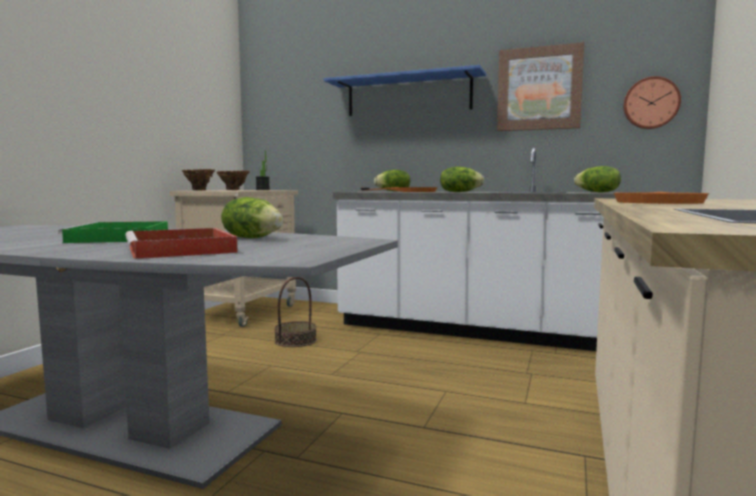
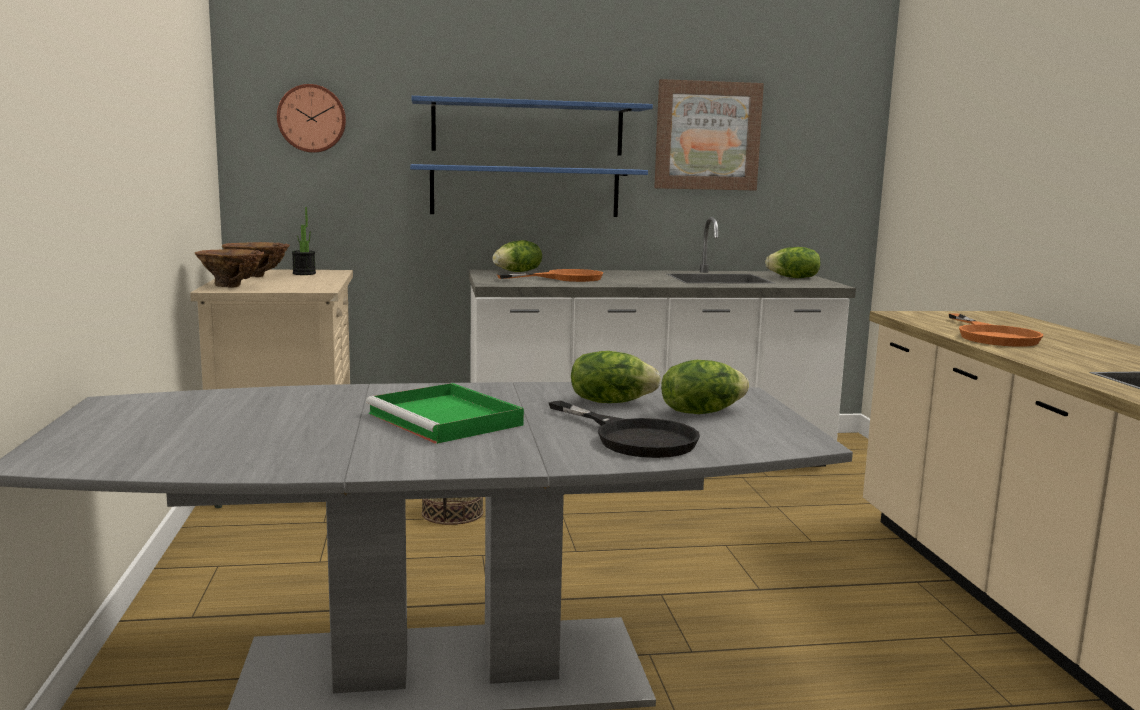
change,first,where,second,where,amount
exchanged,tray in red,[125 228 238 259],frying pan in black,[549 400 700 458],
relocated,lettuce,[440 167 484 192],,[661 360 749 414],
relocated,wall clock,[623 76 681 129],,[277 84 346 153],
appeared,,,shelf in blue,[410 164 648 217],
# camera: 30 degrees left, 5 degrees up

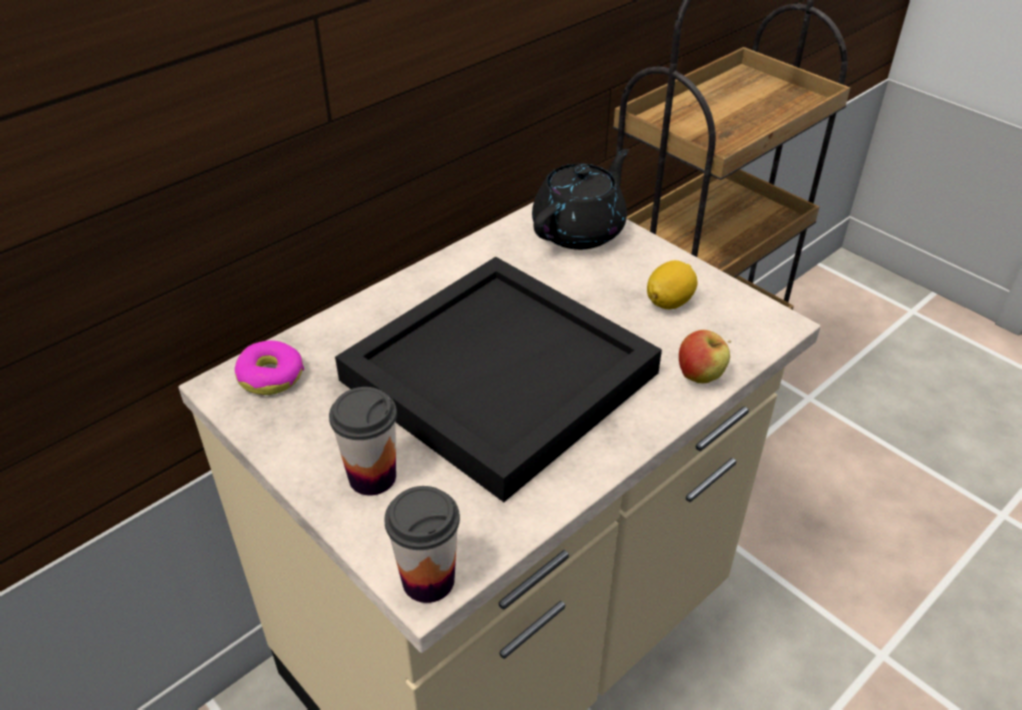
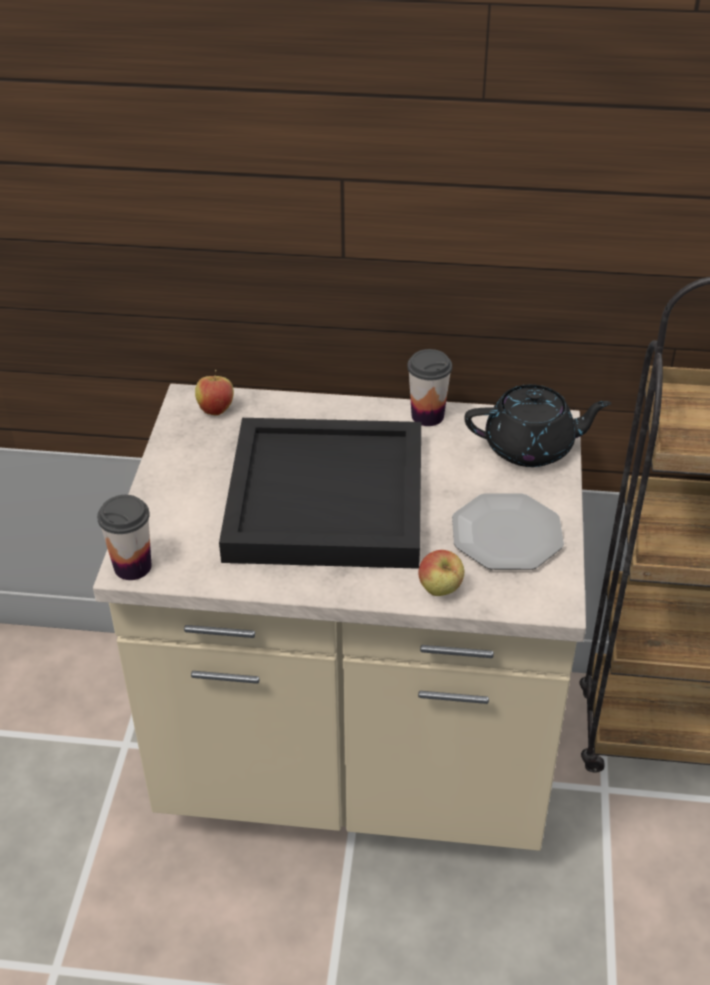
change,first,where,second,where,amount
exchanged,donut,[235 340 304 395],apple,[195 370 234 416],
relocated,cup,[329 387 397 496],,[407 349 452 426],
exchanged,lemon,[647 260 697 309],plate,[452 493 564 570],
# camera: 50 degrees right, 0 degrees up

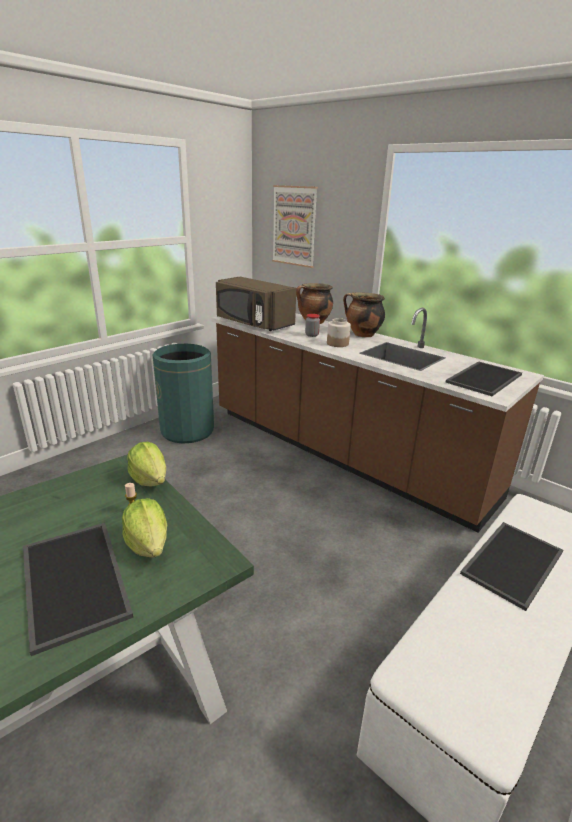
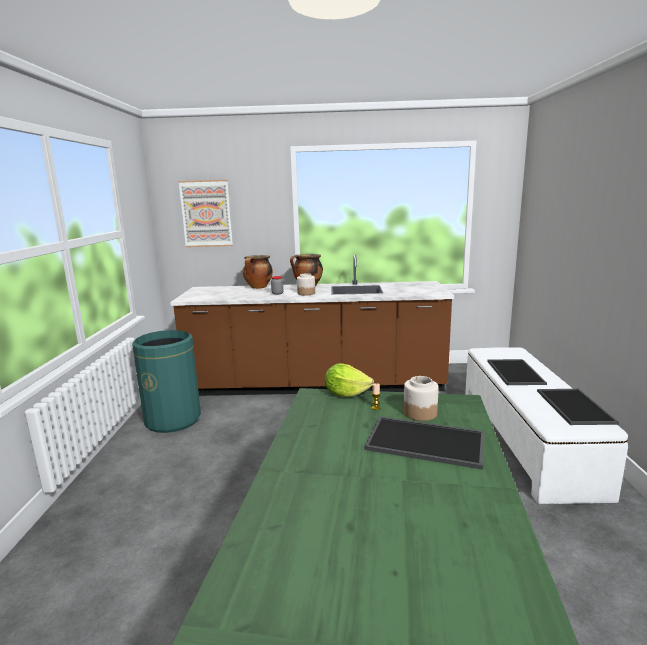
change,first,where,second,where,amount
exchanged,lettuce,[122 498 167 557],jar,[404 376 439 421],
missing,microwave in brown,[216 277 296 331],,,
relocated,tray,[445 361 522 396],,[537 389 619 425],
# camera: 40 degrees left, 10 degrees down

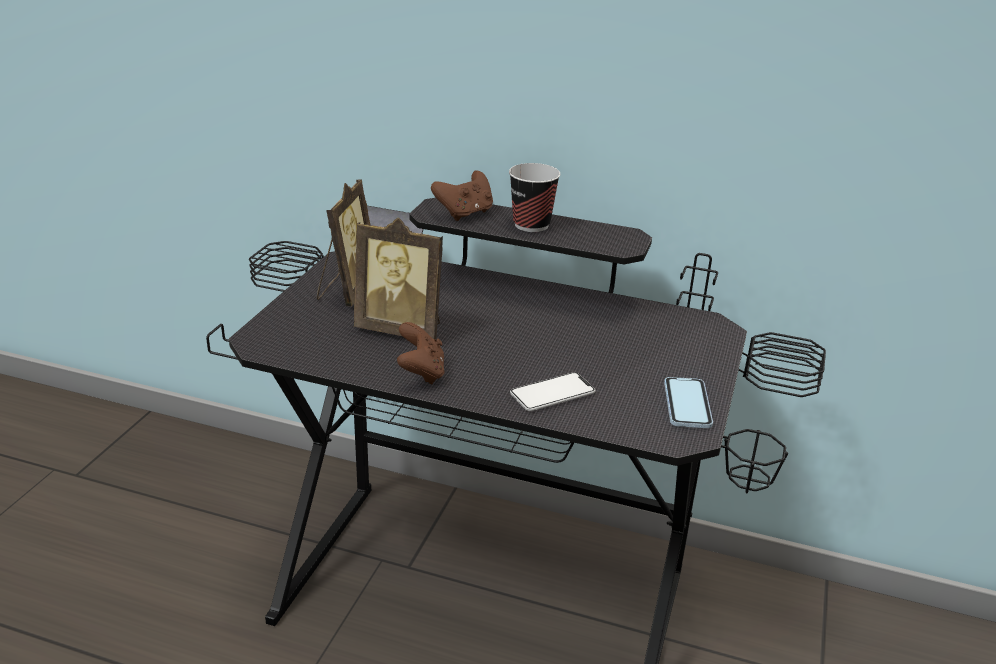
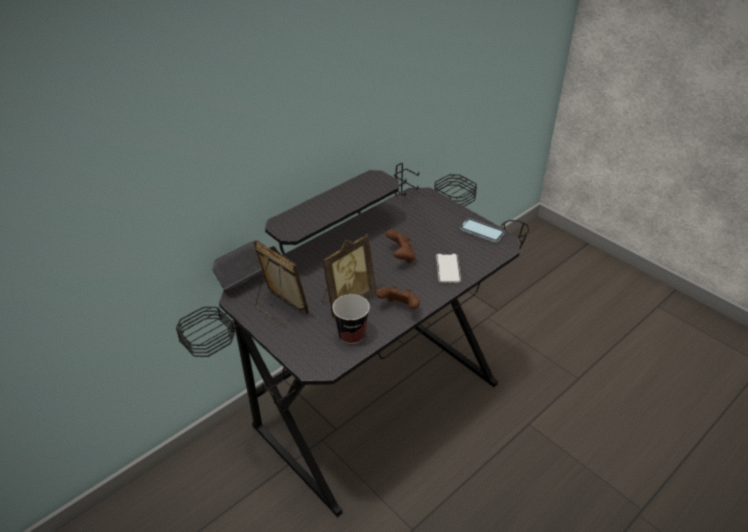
change,first,where,second,where,amount
relocated,game controller in brown,[431 171 493 221],,[386 229 416 263],
relocated,cup,[509 163 560 232],,[333 294 370 344],
# camera: 60 degrees left, 10 degrees up

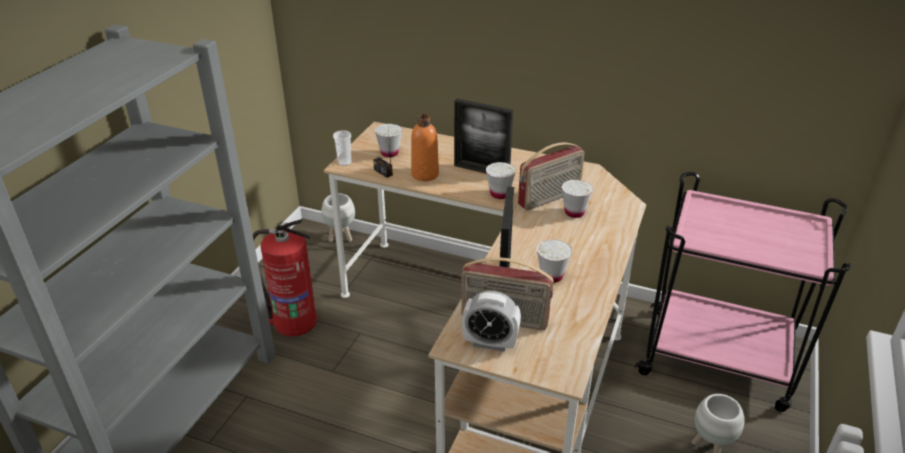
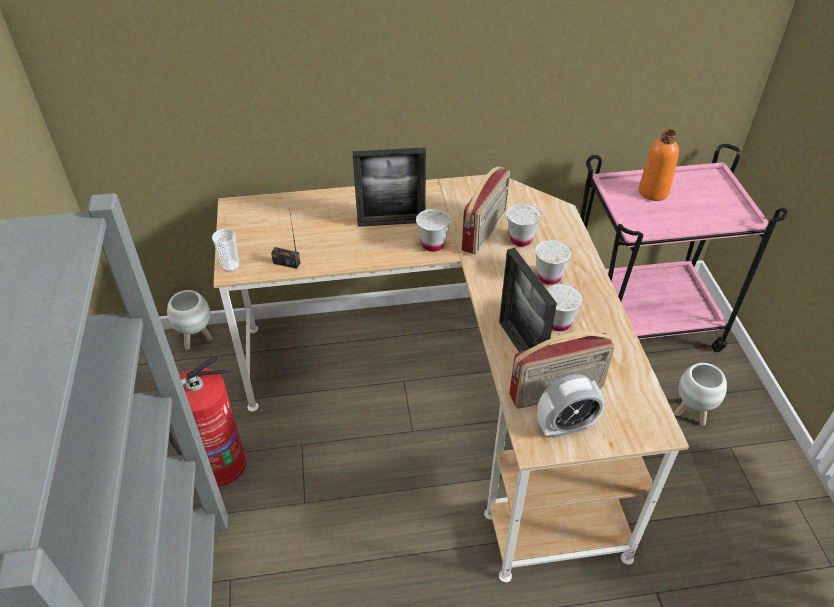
change,first,where,second,where,amount
relocated,cup in white,[375 124 402 157],,[535 240 572 285],
relocated,bottle in orange,[411 114 439 181],,[639 129 679 201],
# camera: 30 degrees left, 10 degrees up

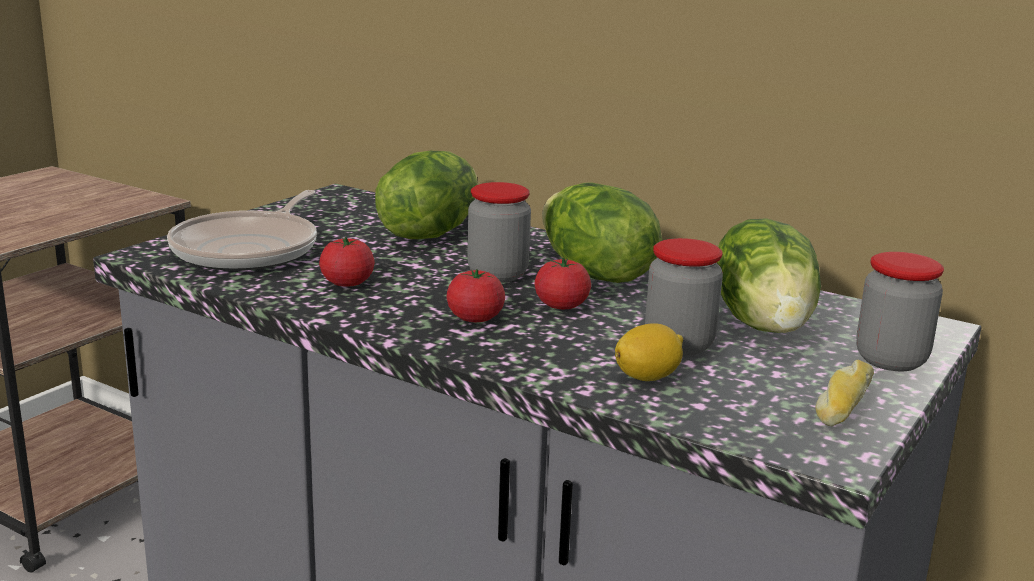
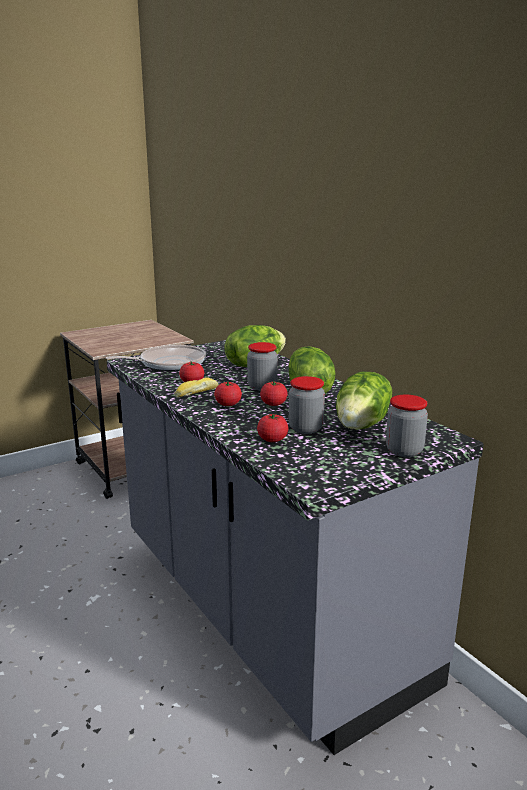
change,first,where,second,where,amount
spun,frying pan,[167 190 317 271],,[106 345 206 371],150 degrees counterclockwise
exchanged,lemon,[615 323 683 381],tomato,[257 414 288 442],
relocated,bread,[816 360 874 426],,[174 377 219 397],
# camera: 25 degrees right, 0 degrees up

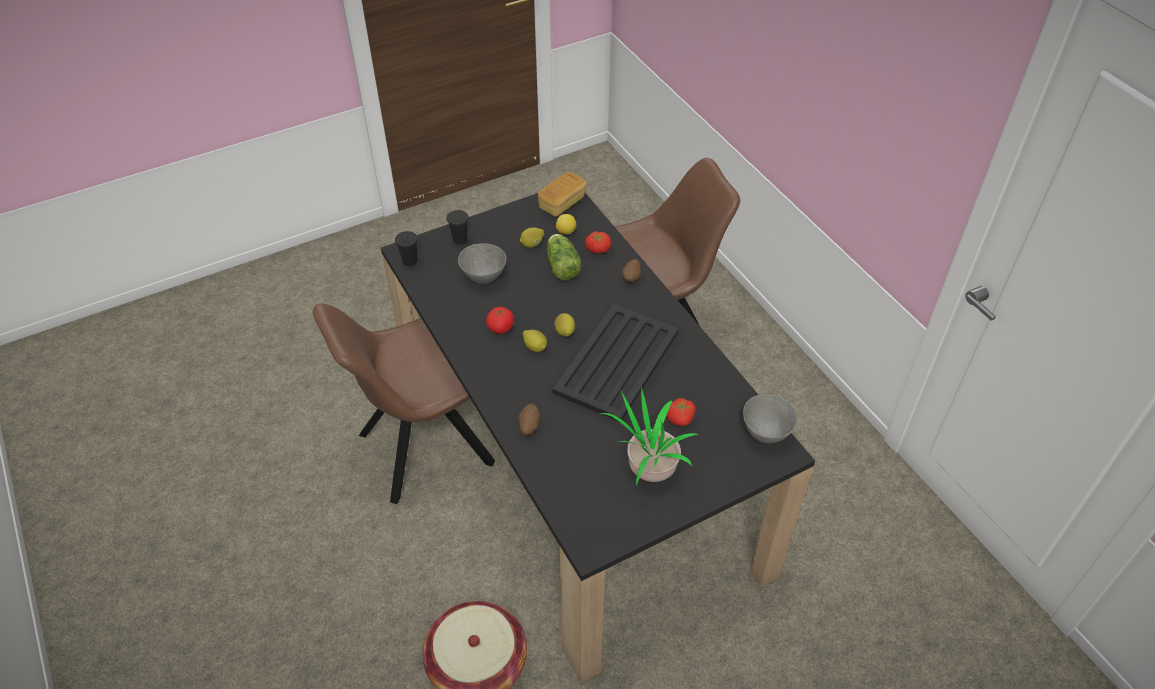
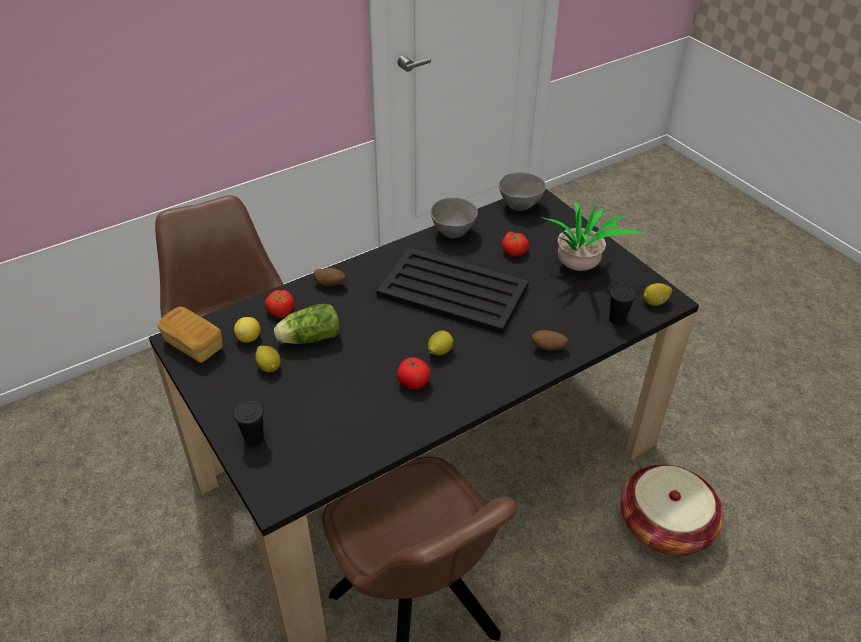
change,first,where,second,where,amount
relocated,cup in black,[395 231 418 266],,[609 285 636 325],
relocated,bowl in grey,[458 243 506 284],,[430 197 478 238],
relocated,lemon,[554 313 575 336],,[643 283 672 306],
# camera: 95 degrees left, 5 degrees down

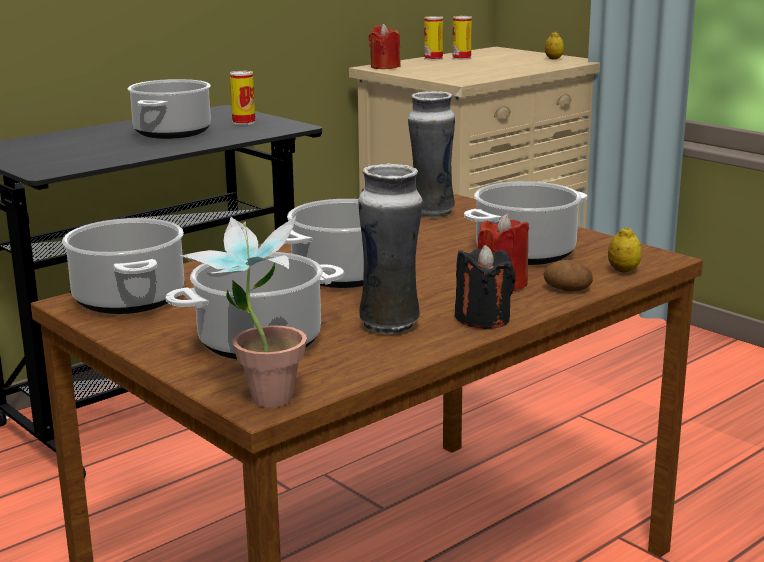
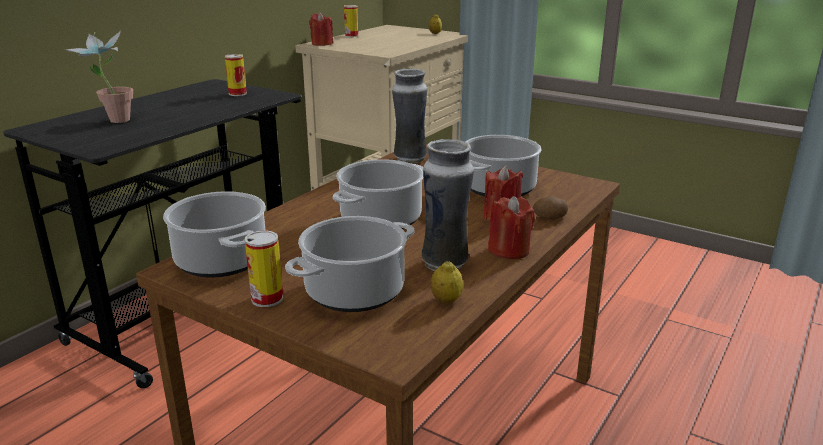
change,first,where,second,where,amount
missing,cooking pot,[128 79 211 139],,,
relocated,potted plant,[180 215 307 408],,[65 30 133 123],
relocated,can,[452 16 472 60],,[244 231 283 307],
colour,candle in black,[455 245 516 329],candle in red,[488 196 535 259],
relocated,lemon,[608 227 641 273],,[431 261 463 303],
# camera: 15 degrees left, 5 degrees up

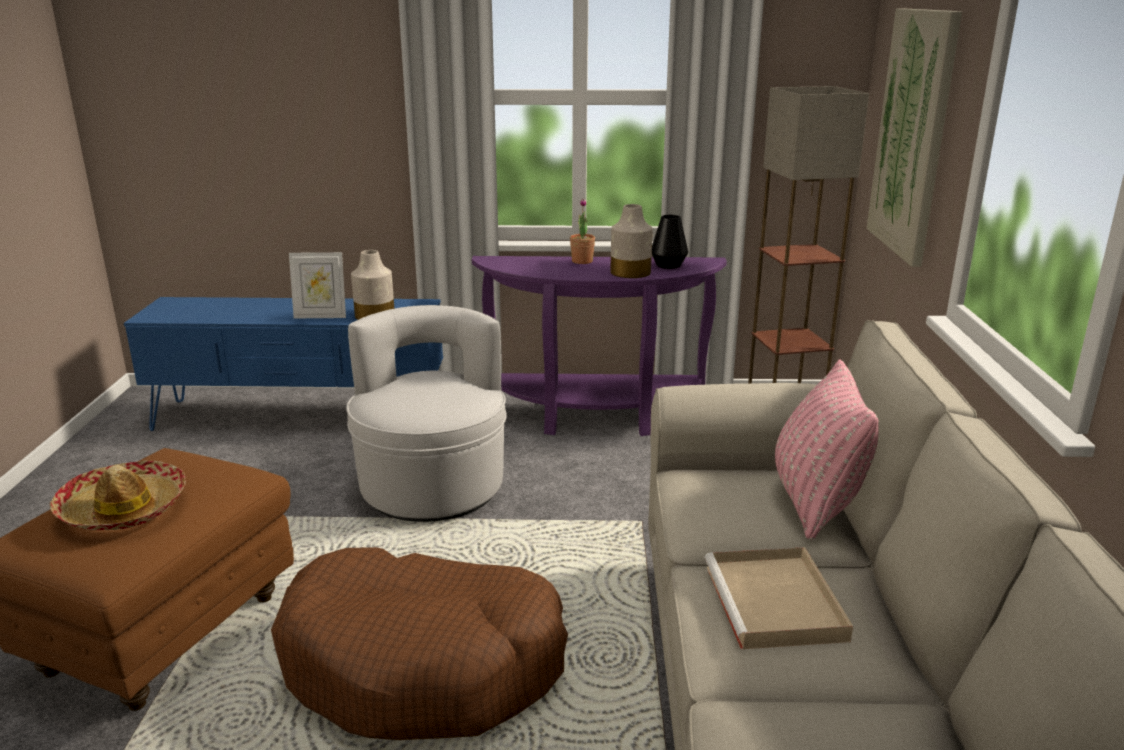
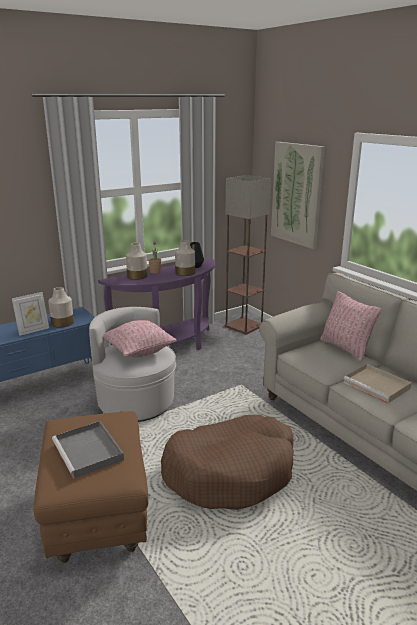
change,first,where,second,where,amount
exchanged,hat,[50 460 186 530],tray in grey,[52 421 124 479],
appeared,,,pillow in pink,[104 320 176 357],
appeared,,,vase in beige,[126 243 148 280],
# camera: 35 degrees left, 0 degrees up

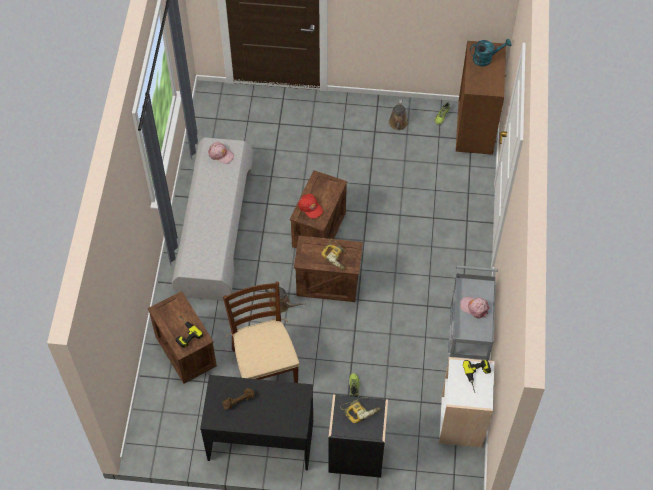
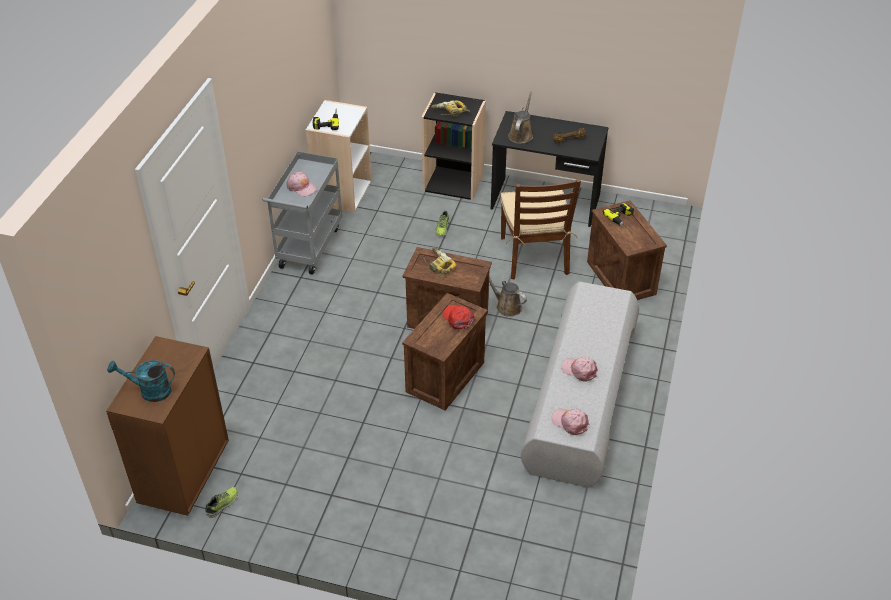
change,first,where,second,where,amount
relocated,watering can in brown,[389 99 408 130],,[508 91 533 144],
appeared,,,cap in pink,[561 356 598 382],
# camera: 170 degrees left, 15 degrees down

